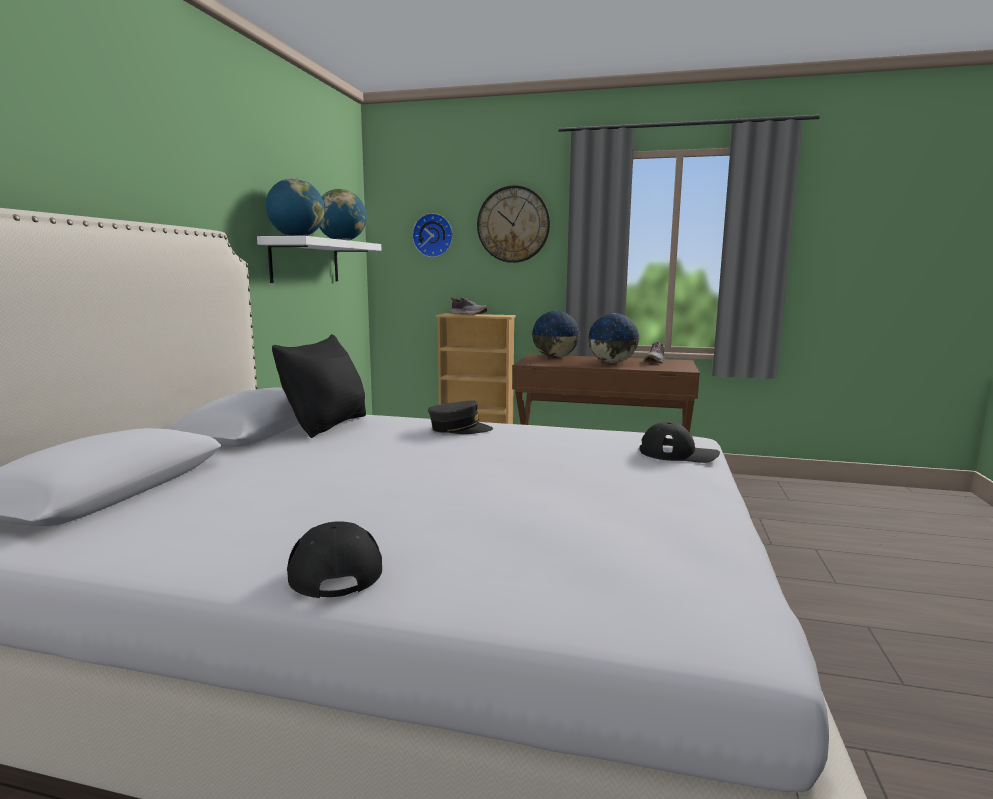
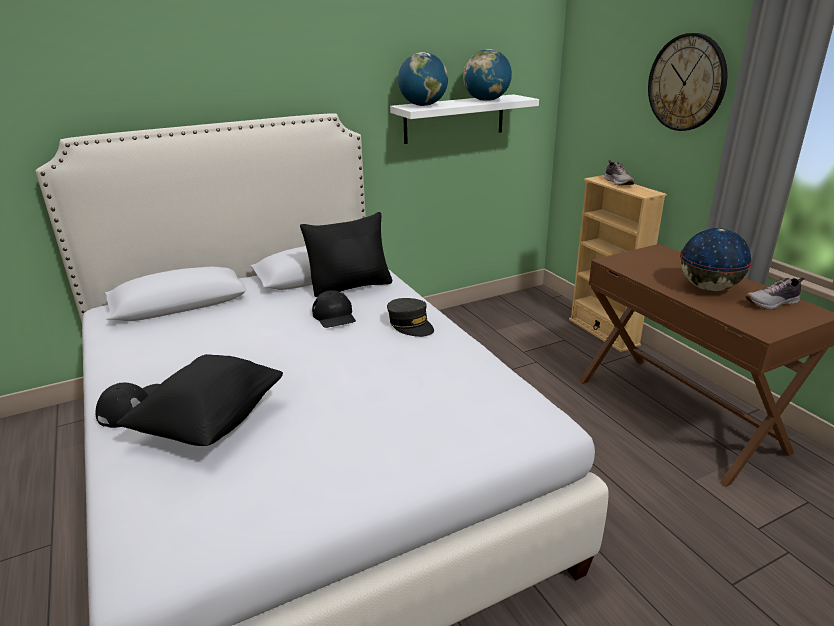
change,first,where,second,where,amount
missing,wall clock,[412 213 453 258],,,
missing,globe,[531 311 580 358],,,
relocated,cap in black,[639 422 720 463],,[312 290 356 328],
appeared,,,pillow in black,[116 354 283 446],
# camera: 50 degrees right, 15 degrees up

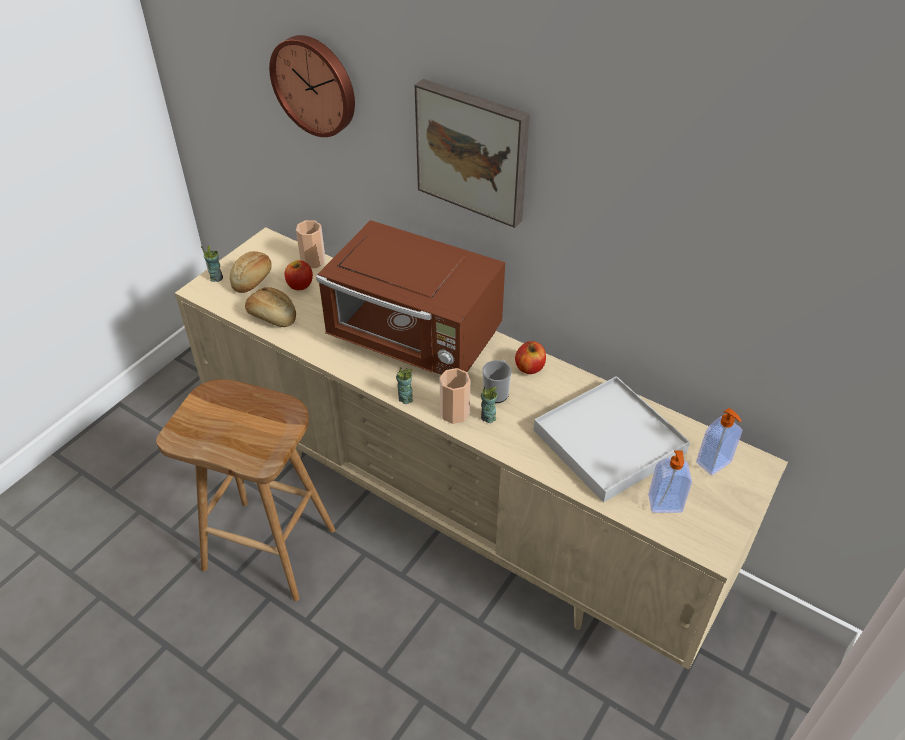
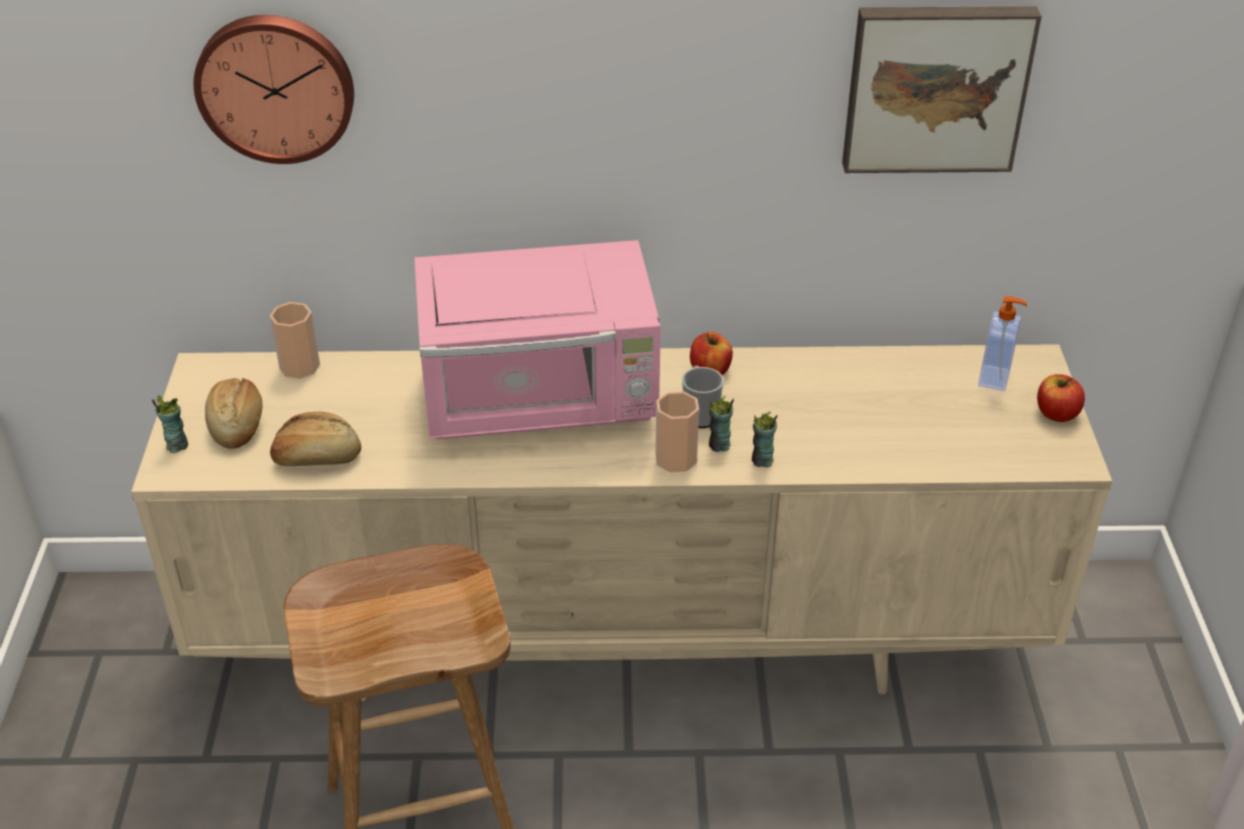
change,first,where,second,where,amount
relocated,apple,[285 260 313 290],,[1037 374 1085 422],
colour,microwave in brown,[316 220 505 375],microwave in pink,[414 240 661 439],
relocated,cup,[396 367 413 404],,[752 411 777 467],
relocated,picture,[415 79 530 228],,[842 6 1042 173],
missing,tray in white,[533 376 690 502],,,
missing,soap dispenser,[648 451 692 513],,,
# camera: 35 degrees left, 5 degrees down

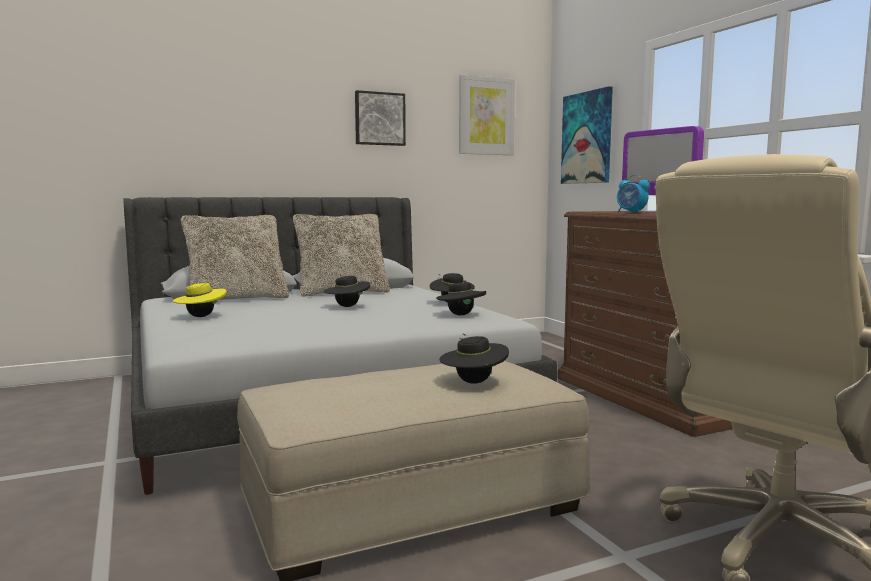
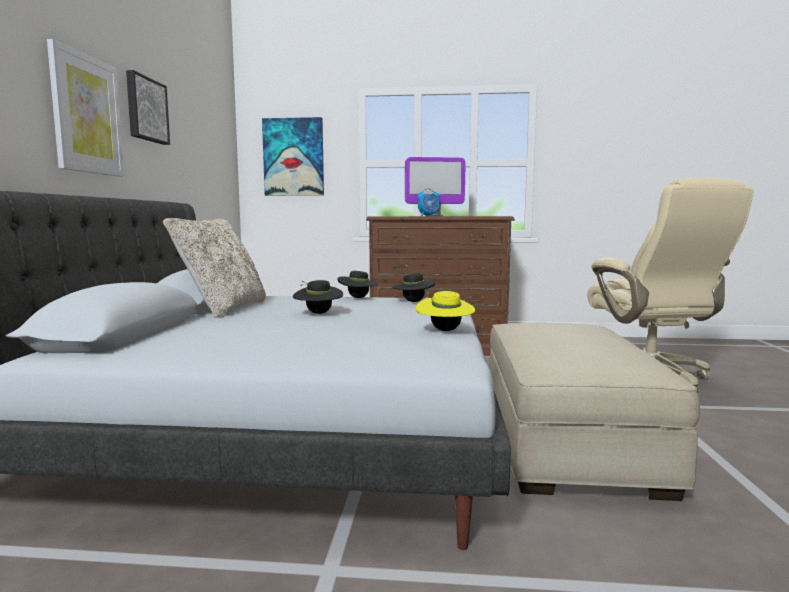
change,first,where,second,where,amount
relocated,hat in yellow,[173 282 226 317],,[416 291 475 331],
missing,pillow in beige,[181 214 289 300],,,
missing,hat in black,[439 334 509 384],,,
relocated,picture,[459 75 515 155],,[47 39 124 177],
# camera: 60 degrees left, 0 degrees up

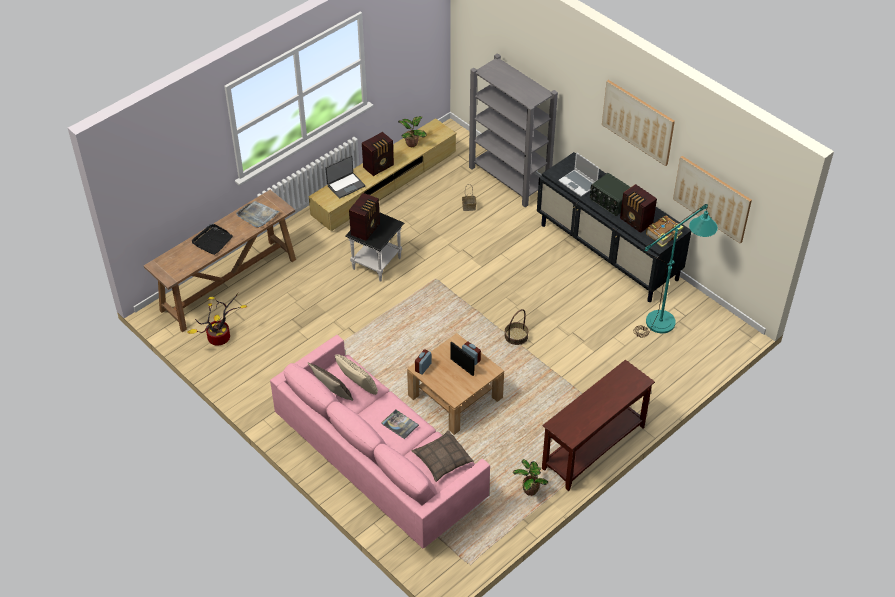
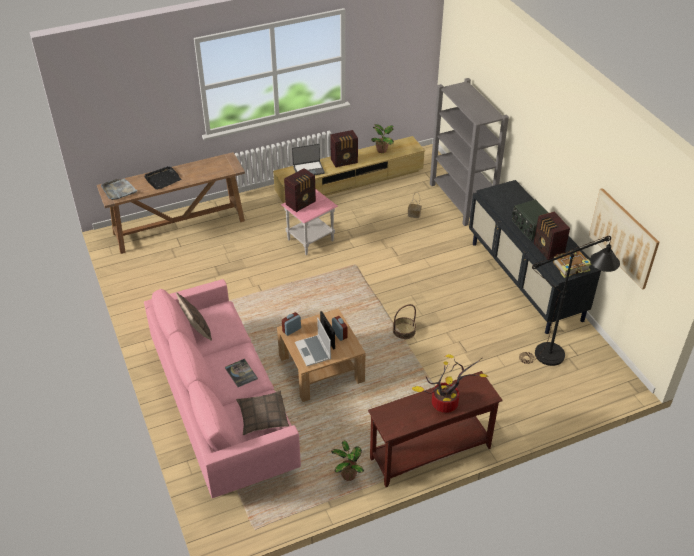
change,first,where,second,where,amount
relocated,potted plant,[187 293 248 346],,[412 354 488 413],
relocated,tray in grey,[236 201 280 228],,[101 178 138 200],
missing,pillow in beige,[334 354 378 395],,,
colour,side table in black,[345 212 405 282],side table in pink,[281 189 338 255],
relocated,laptop,[559 152 599 197],,[295 317 331 366],
missing,picture,[602 80 675 166],,,
colour,floor lamp in turquoise,[634 204 718 337],floor lamp in black,[519 236 620 366],
# camera: 20 degrees right, 5 degrees down

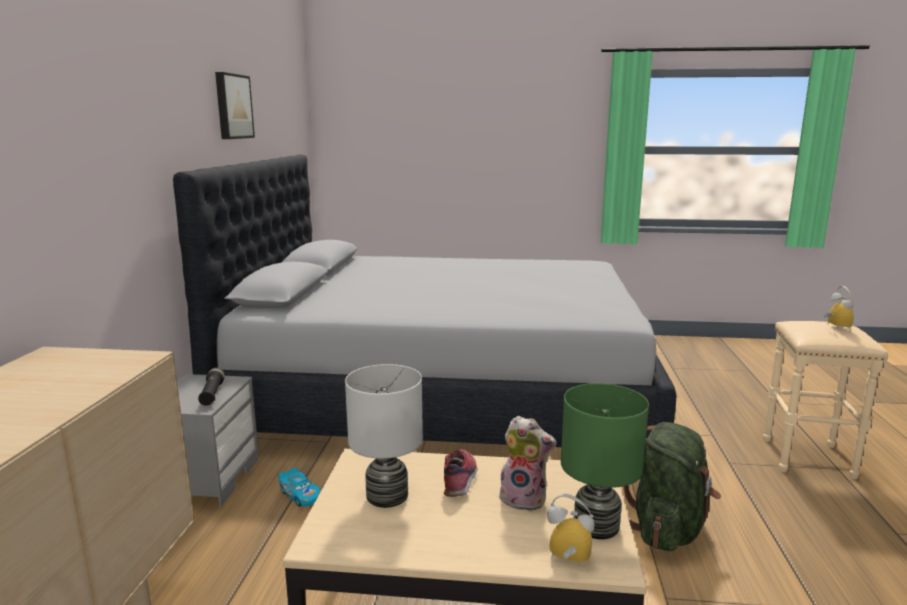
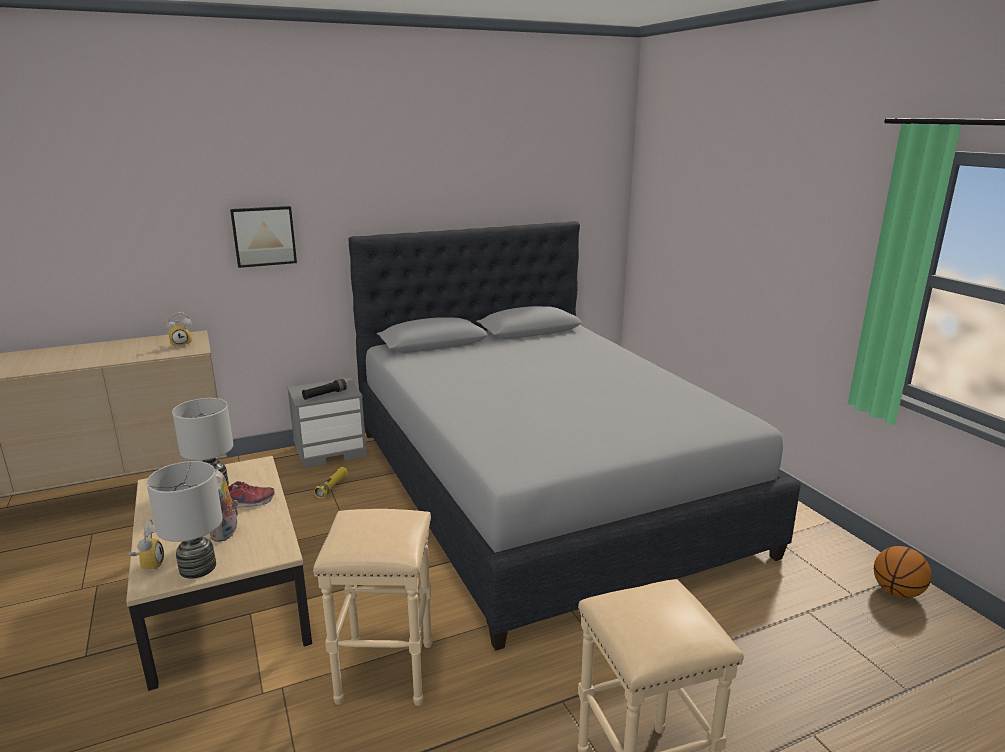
change,first,where,second,where,amount
relocated,picture,[215 72 255 139],,[230 206 297 268],
exchanged,toy car,[279 467 321 507],flashlight in yellow,[314 467 348 498],
colour,table lamp in green,[561 383 649 539],table lamp in grey,[146 461 223 578],
exchanged,backpack in green,[624 422 721 551],stool in beige,[313 509 432 706],
relocated,alarm clock,[824 286 854 330],,[167 312 192 348],
appeared,,,basketball,[874 546 932 598],
# camera: 60 degrees right, 5 degrees up

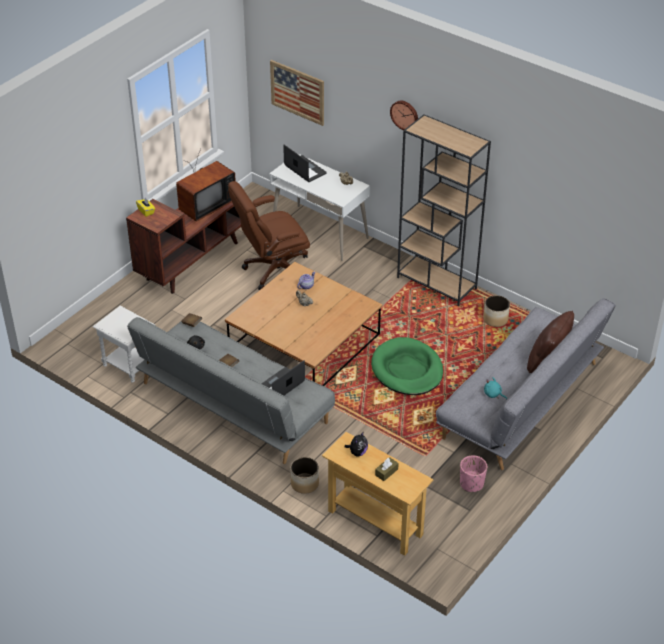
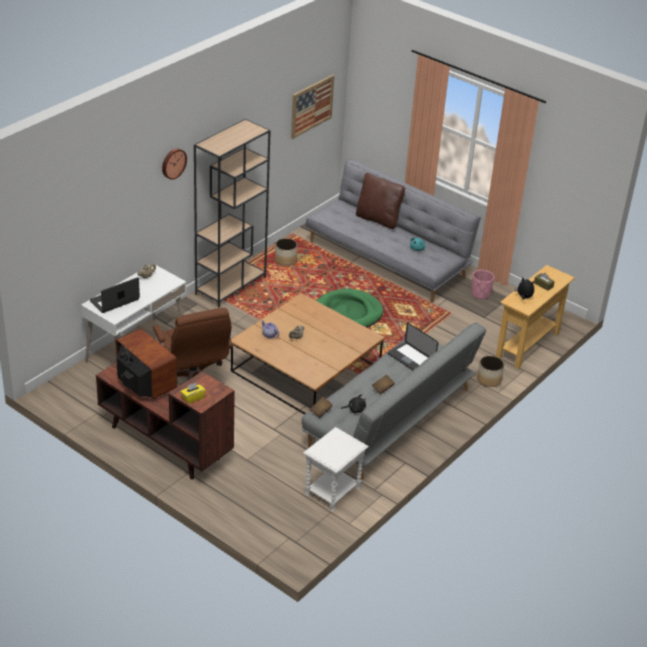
change,first,where,second,where,amount
relocated,picture,[270 60 324 126],,[291 75 334 139],
# camera: 90 degrees left, 5 degrees down

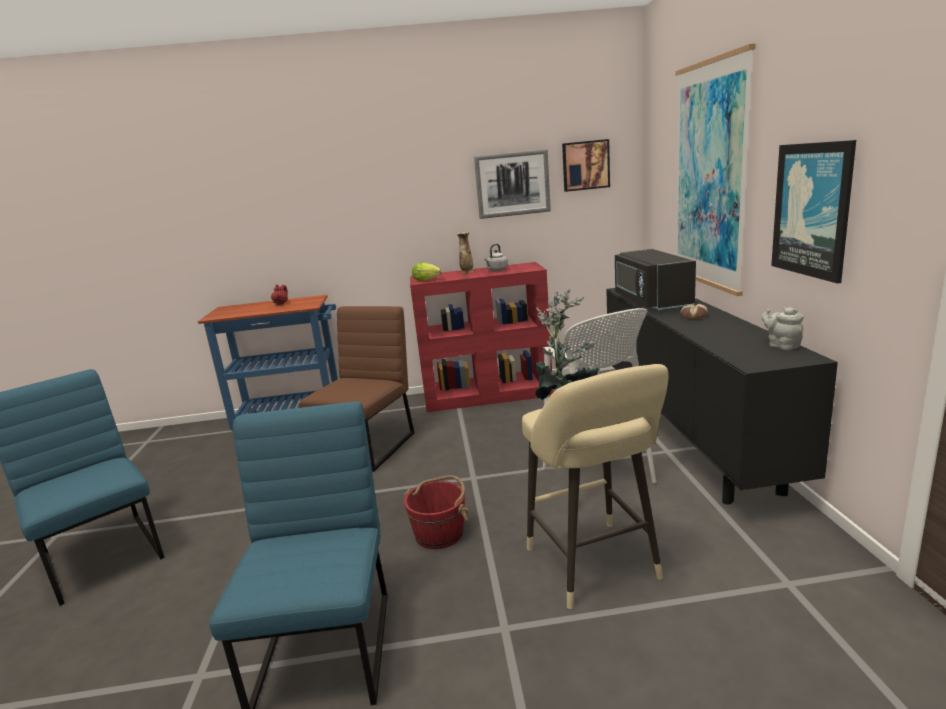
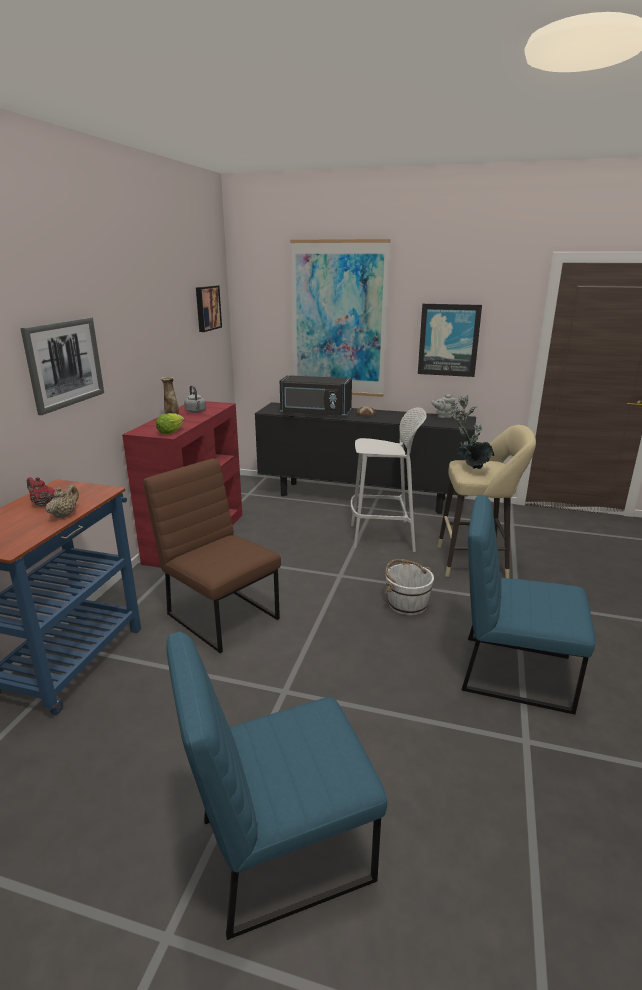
change,first,where,second,where,amount
colour,bucket in red,[404 475 469 549],bucket in white,[385 559 434 615],
relocated,picture,[474 149 551 219],,[20 317 104 415],
appeared,,,teapot in beige,[46 485 79 519],
# camera: 70 degrees left, 5 degrees up

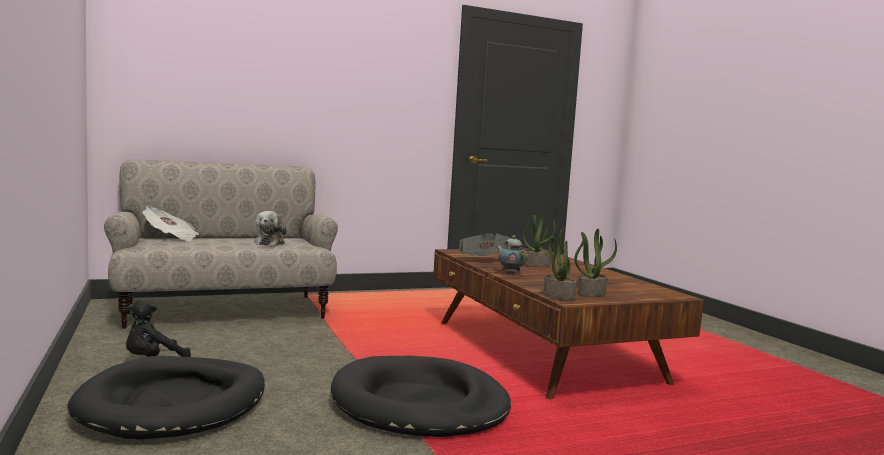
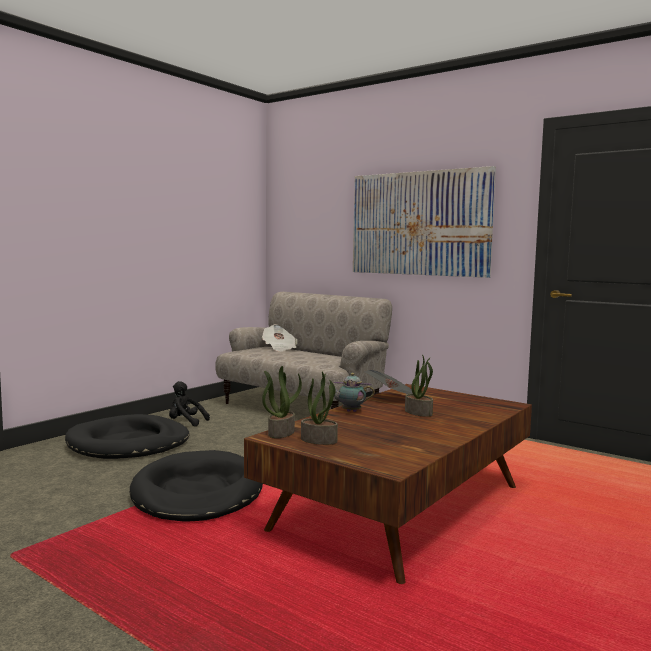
change,first,where,second,where,amount
missing,plush toy,[254 211 287 246],,,
spun,teapot,[497 236 528 275],,[328 373 375 412],105 degrees counterclockwise
appeared,,,picture,[353 166 496 278],
# camera: 60 degrees right, 0 degrees up

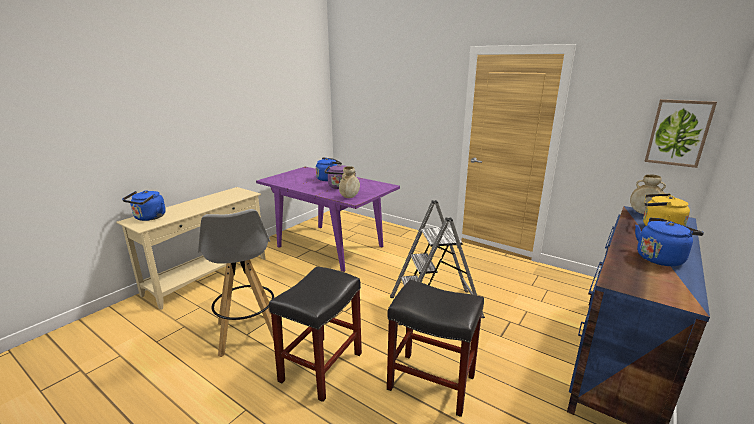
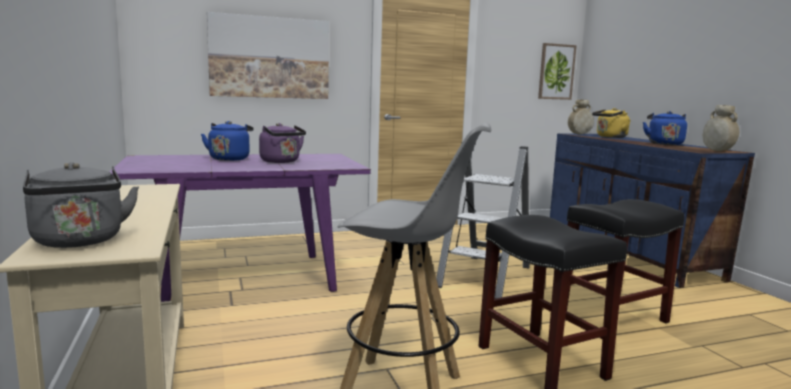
change,first,where,second,where,amount
colour,kettle in blue,[122 190 166 221],kettle in grey,[23 162 139 248],
relocated,vase in beige,[339 166 360 198],,[703 105 739 151],
appeared,,,picture,[207 12 329 99],
# camera: 55 degrees left, 10 degrees down

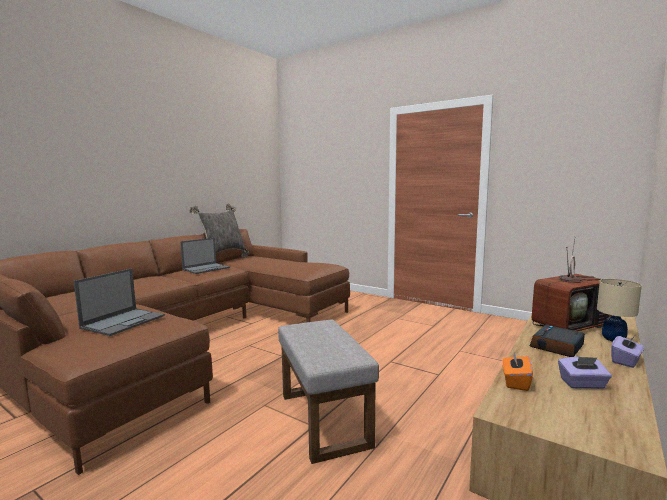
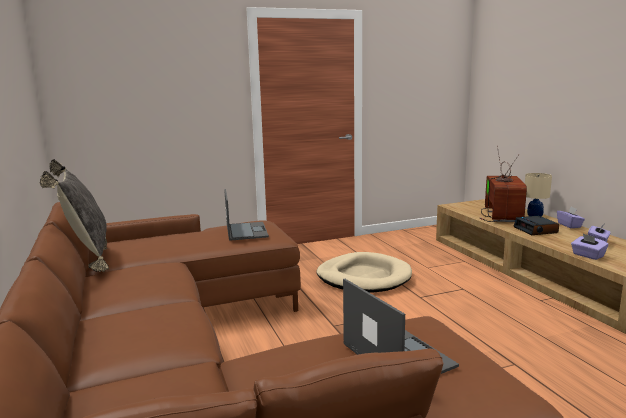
change,first,where,second,where,amount
relocated,laptop,[180 238 230 274],,[224 189 269 241],
missing,ottoman in grey,[278 319 379 464],,,
colour,tissue box in orange,[503 352 533 391],tissue box in purple,[571 234 609 260],
appeared,,,dog bed in beige,[316 252 412 292],
# camera: 55 degrees left, 5 degrees up

